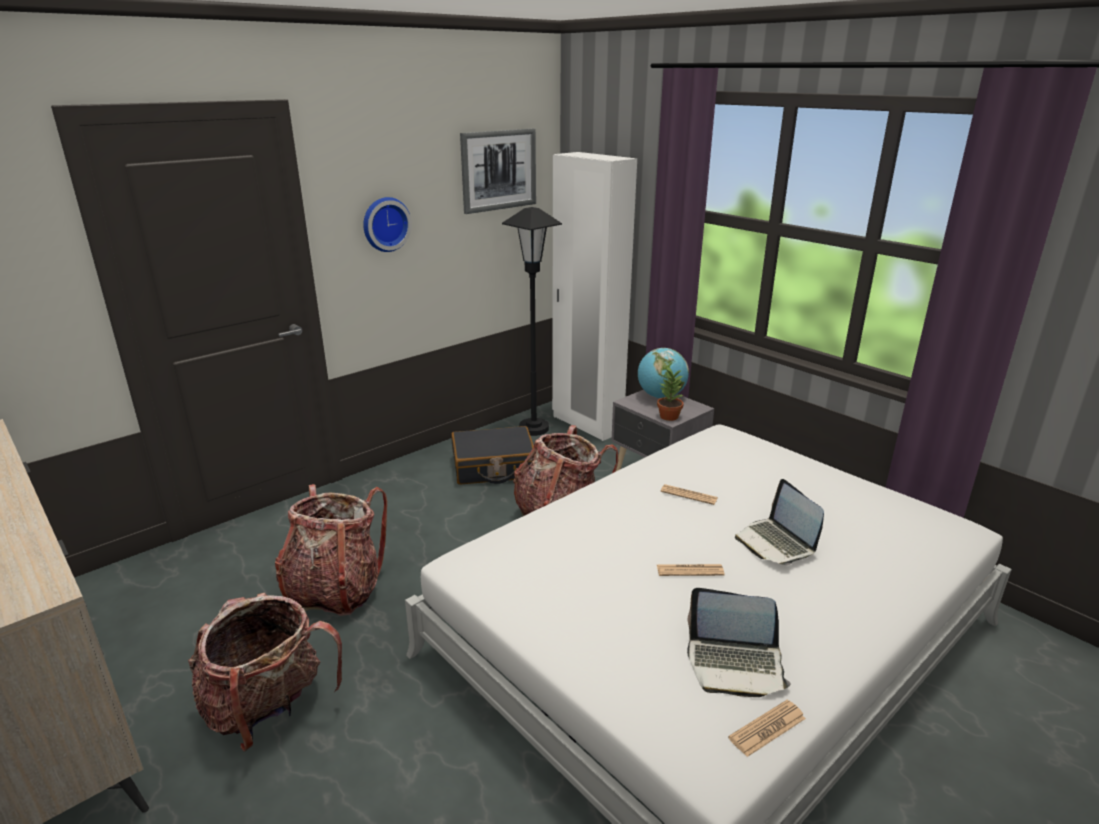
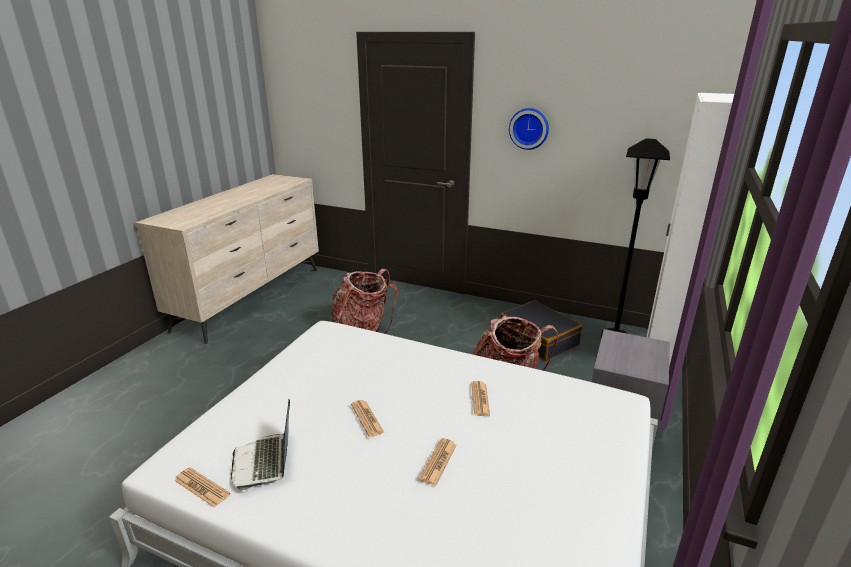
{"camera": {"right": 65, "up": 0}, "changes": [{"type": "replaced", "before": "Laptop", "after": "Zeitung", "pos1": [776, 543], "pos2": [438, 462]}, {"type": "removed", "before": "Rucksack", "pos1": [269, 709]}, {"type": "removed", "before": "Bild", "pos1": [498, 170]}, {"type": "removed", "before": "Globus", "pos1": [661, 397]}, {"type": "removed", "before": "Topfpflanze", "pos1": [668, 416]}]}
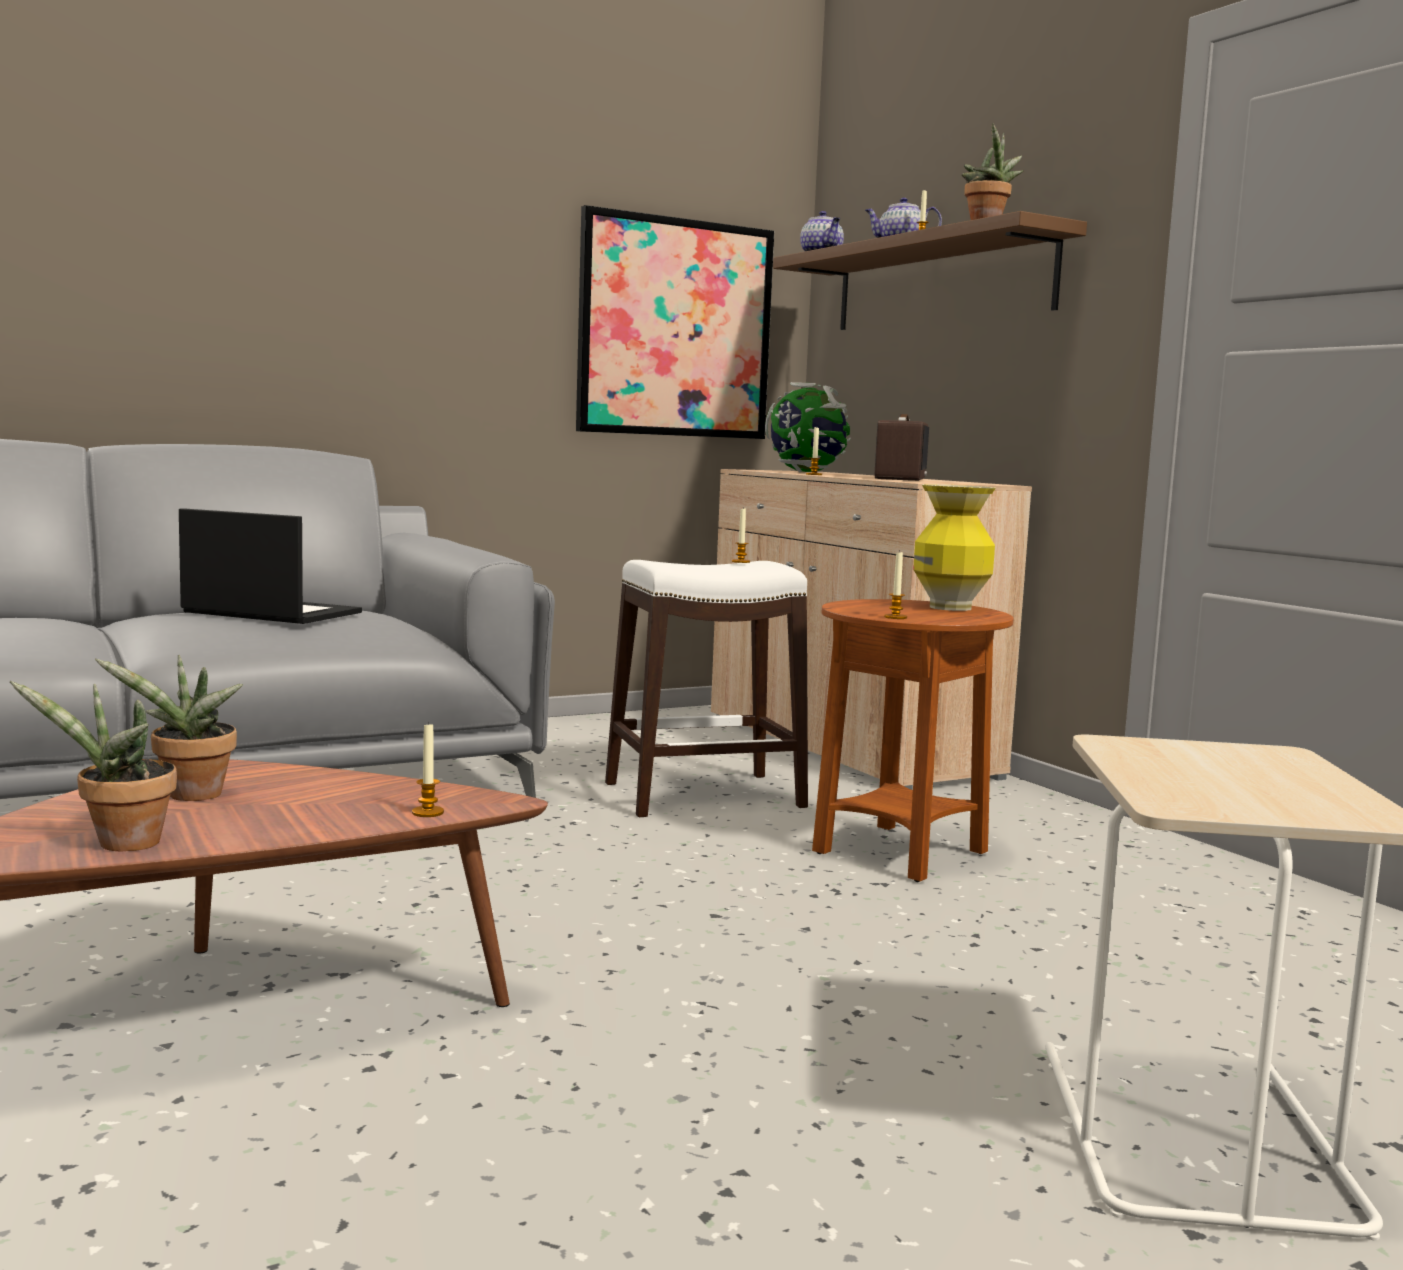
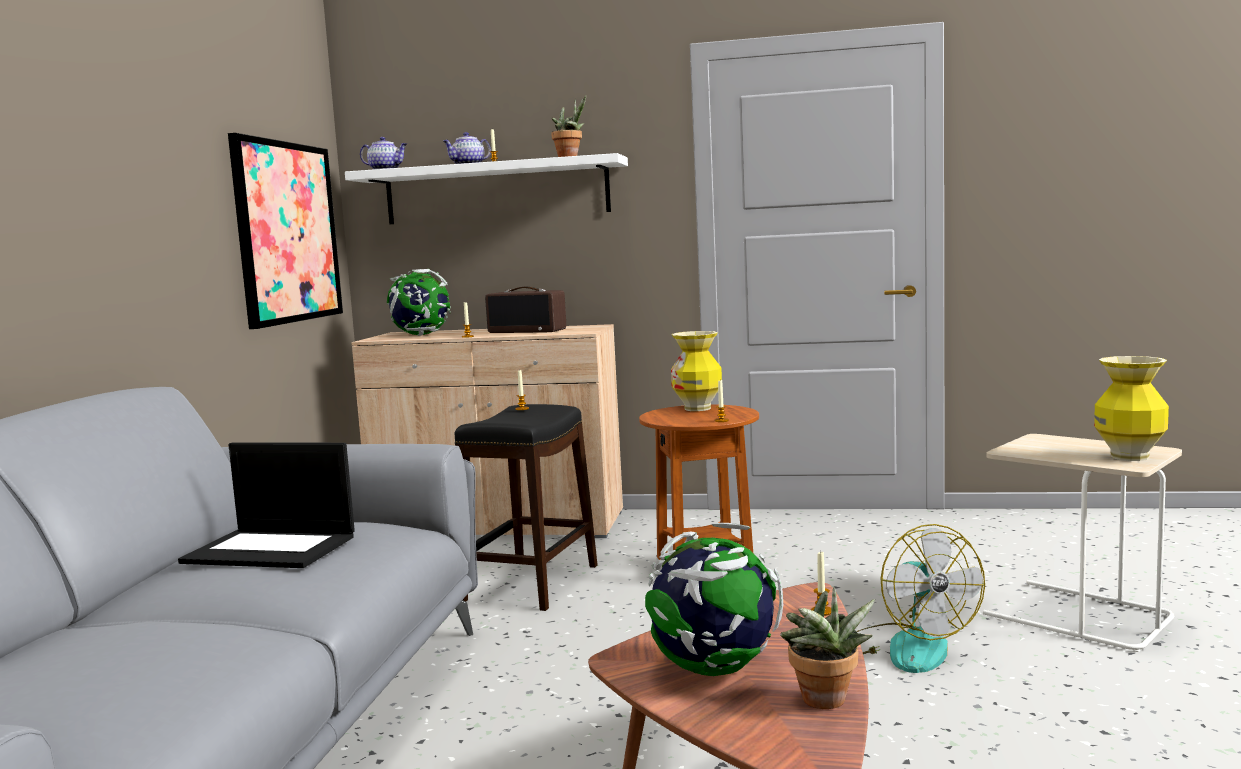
{"camera": {"right": -50, "up": 0}, "changes": [{"type": "turned", "before": "Laptop", "pos1": [269, 613], "pos2": [273, 549], "turn": -135}, {"type": "recoloured", "before": "Wandregal (braun)", "after": "Wandregal (weiß)", "pos1": [940, 283], "pos2": [496, 192]}, {"type": "recoloured", "before": "Hocker (weiß)", "after": "Hocker (schwarz)", "pos1": [703, 795], "pos2": [530, 583]}, {"type": "turned", "before": "Radio", "pos1": [899, 479], "pos2": [528, 331], "turn": 150}, {"type": "replaced", "before": "Topfpflanze", "after": "Globus", "pos1": [189, 797], "pos2": [714, 670]}, {"type": "added", "after": "Ventilator", "pos2": [907, 647]}, {"type": "added", "after": "Vase", "pos2": [1129, 457]}]}
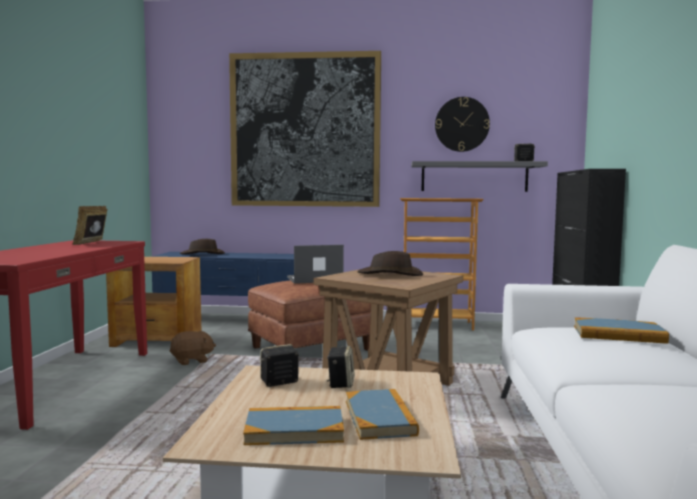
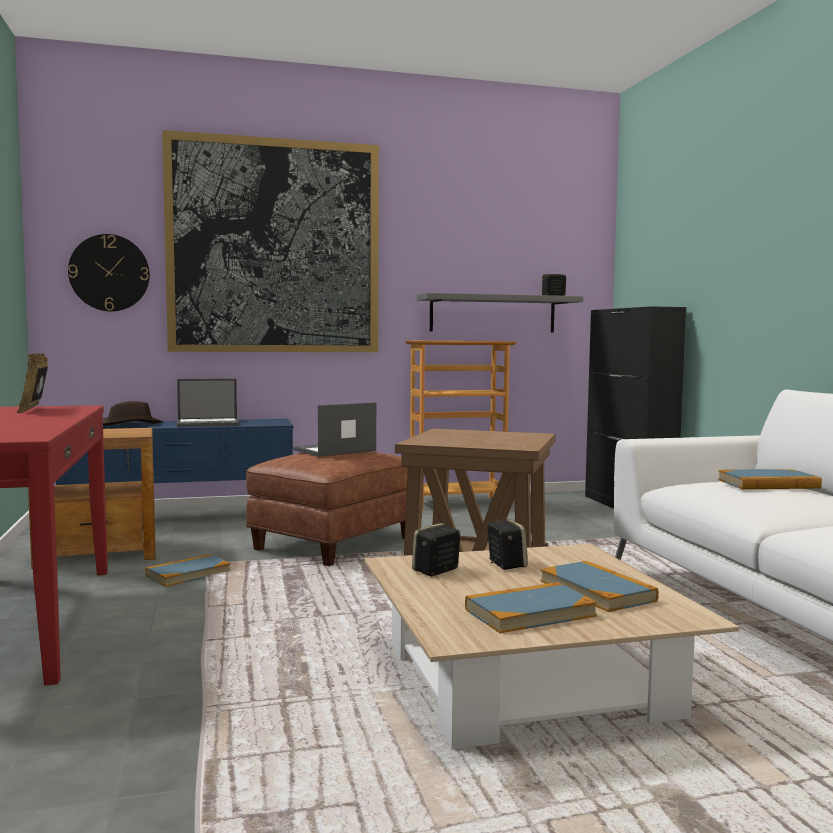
{"camera": {"right": -20, "up": 0}, "changes": [{"type": "moved", "before": "Wanduhr", "pos1": [462, 124], "pos2": [109, 273]}, {"type": "replaced", "before": "Plüschtier (braun)", "after": "Buch", "pos1": [192, 361], "pos2": [188, 574]}, {"type": "added", "after": "Laptop", "pos2": [209, 423]}, {"type": "removed", "before": "Hut (braun)", "pos1": [390, 274]}]}
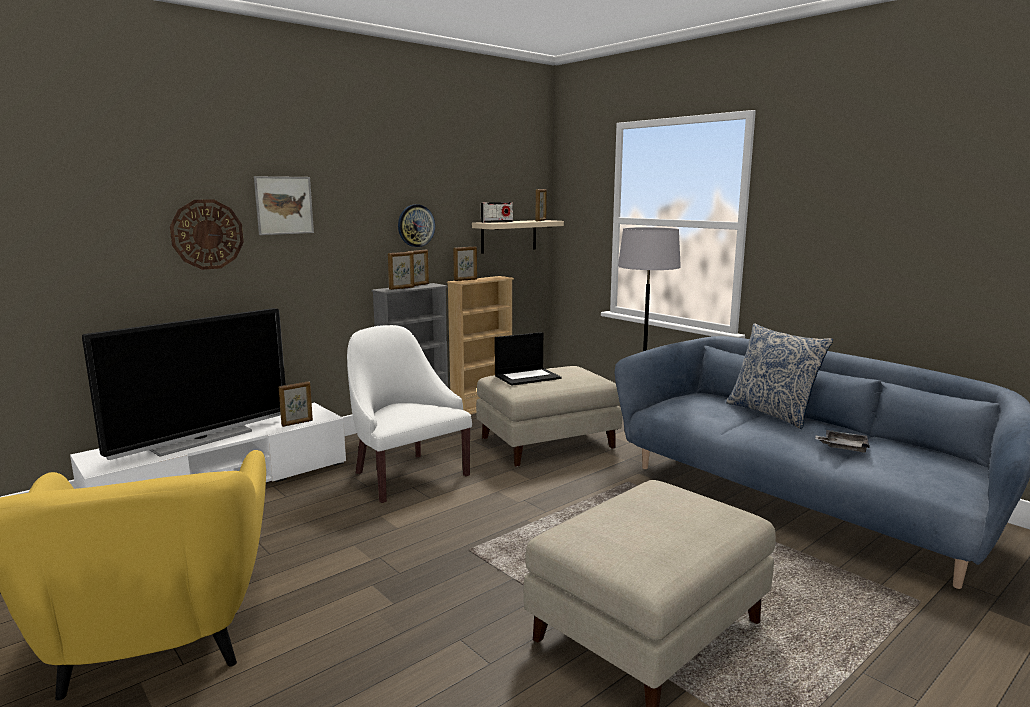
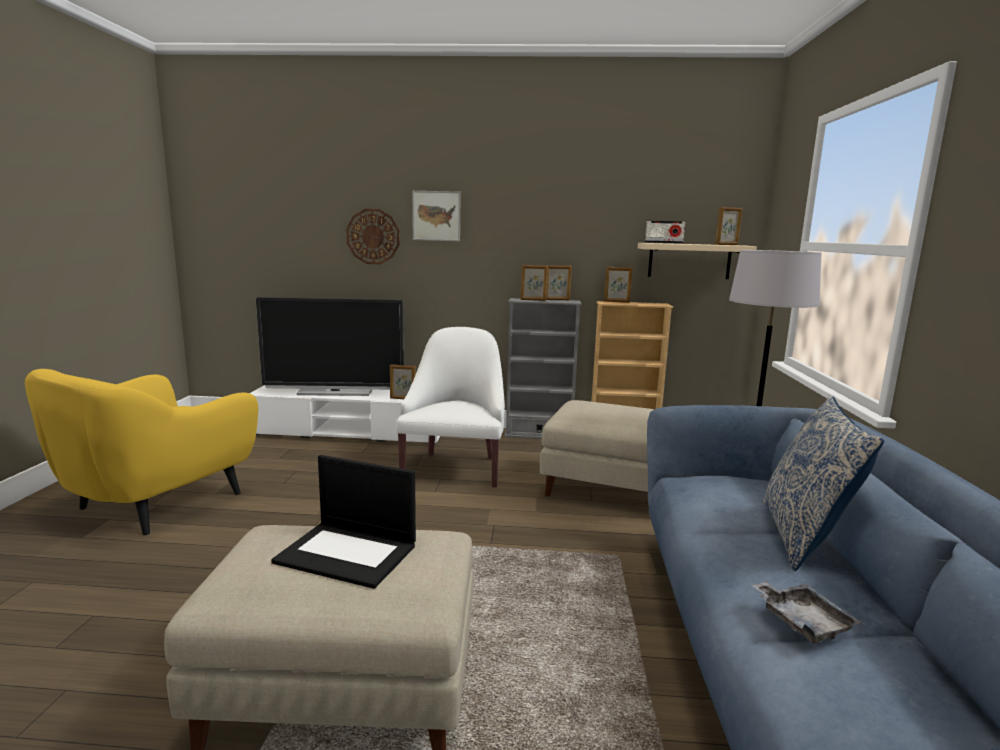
{"camera": {"right": 45, "up": 0}, "changes": [{"type": "moved", "before": "Laptop", "pos1": [527, 377], "pos2": [348, 553]}, {"type": "removed", "before": "Wanduhr", "pos1": [416, 225]}]}
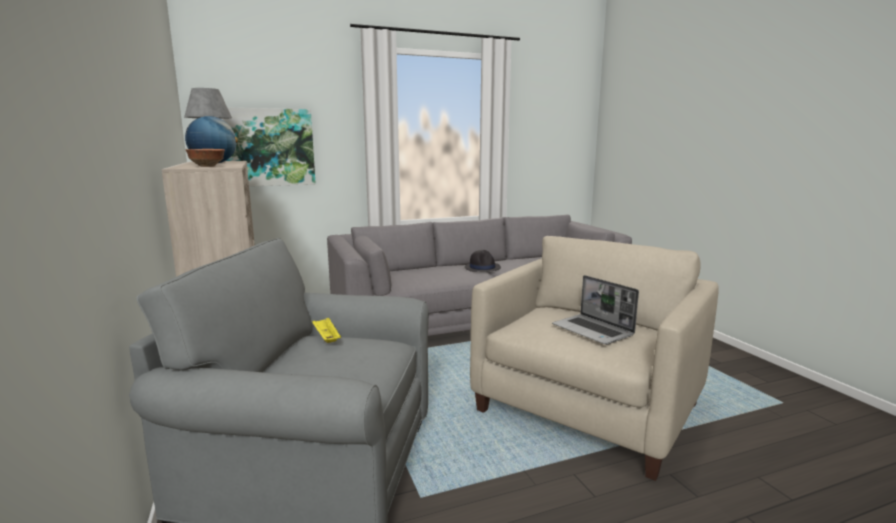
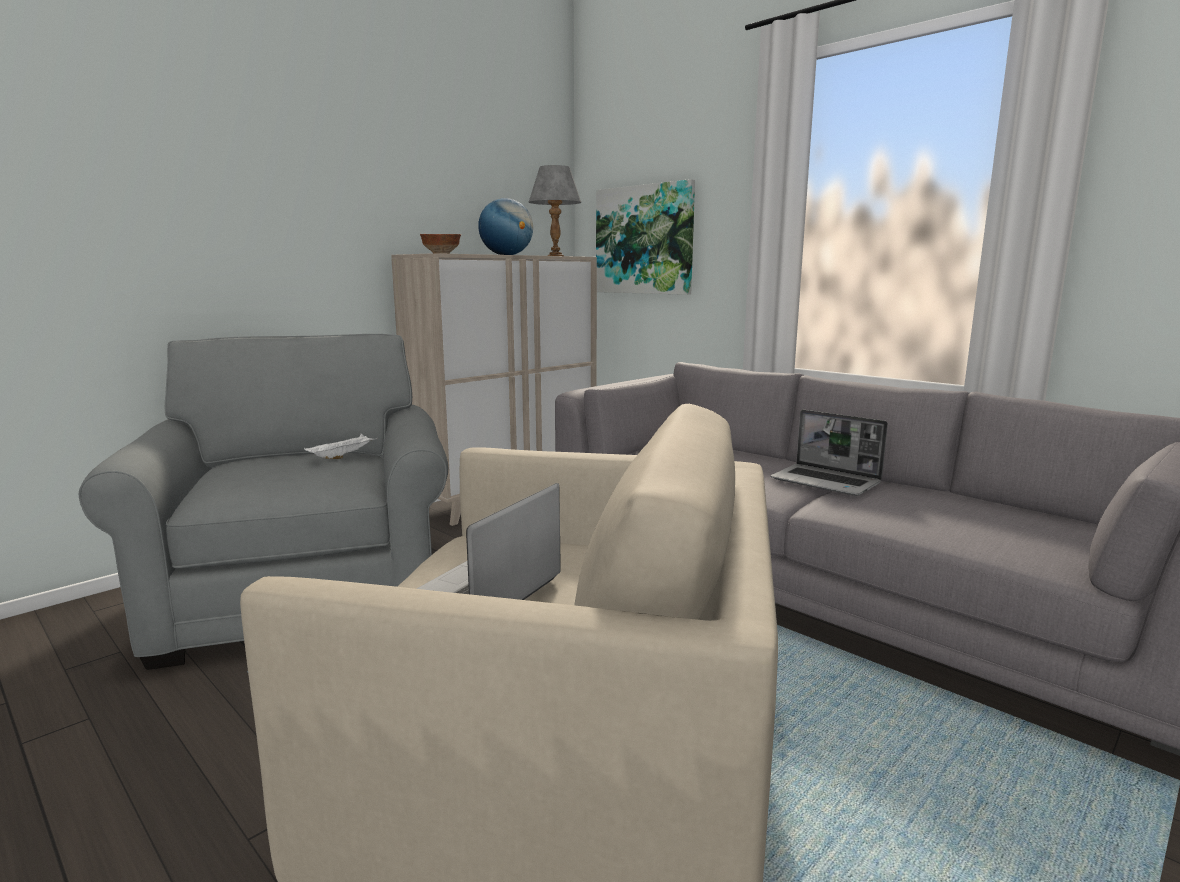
{"camera": {"right": 65, "up": 0}, "changes": [{"type": "recoloured", "before": "Tablett (gelb)", "after": "Tablett (weiß)", "pos1": [326, 338], "pos2": [343, 456]}, {"type": "replaced", "before": "Hut (schwarz)", "after": "Laptop", "pos1": [482, 268], "pos2": [827, 482]}]}
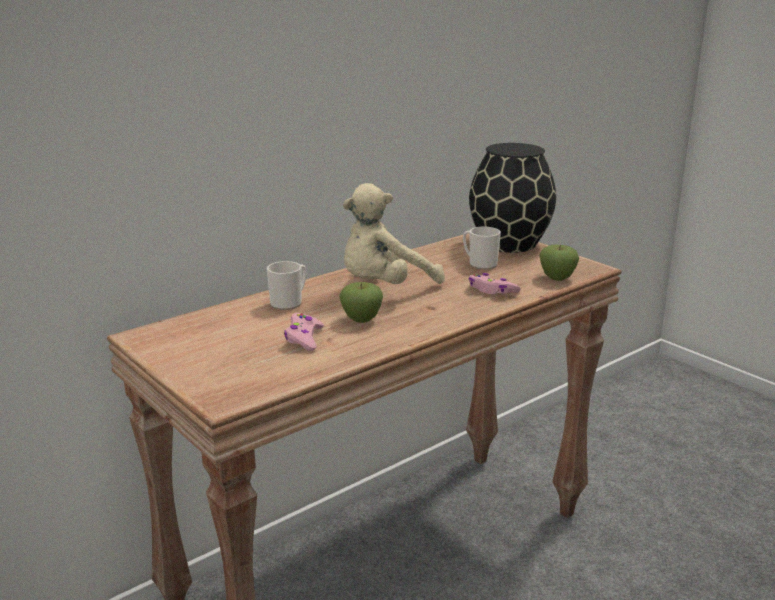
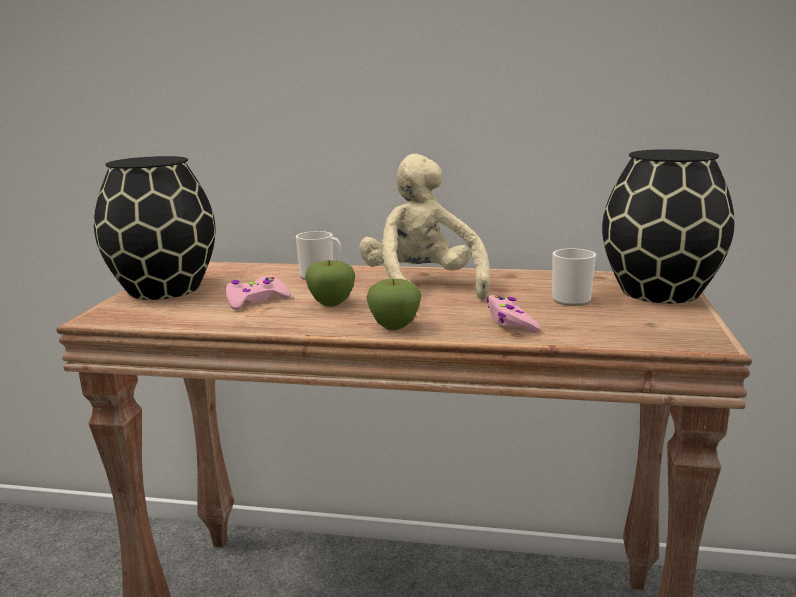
{"camera": {"right": 50, "up": -5}, "changes": [{"type": "added", "after": "Vase (schwarz)", "pos2": [163, 288]}, {"type": "turned", "before": "Plüschtier (beige)", "pos1": [384, 287], "pos2": [422, 288], "turn": 60}, {"type": "moved", "before": "Apfel", "pos1": [557, 278], "pos2": [395, 326]}]}
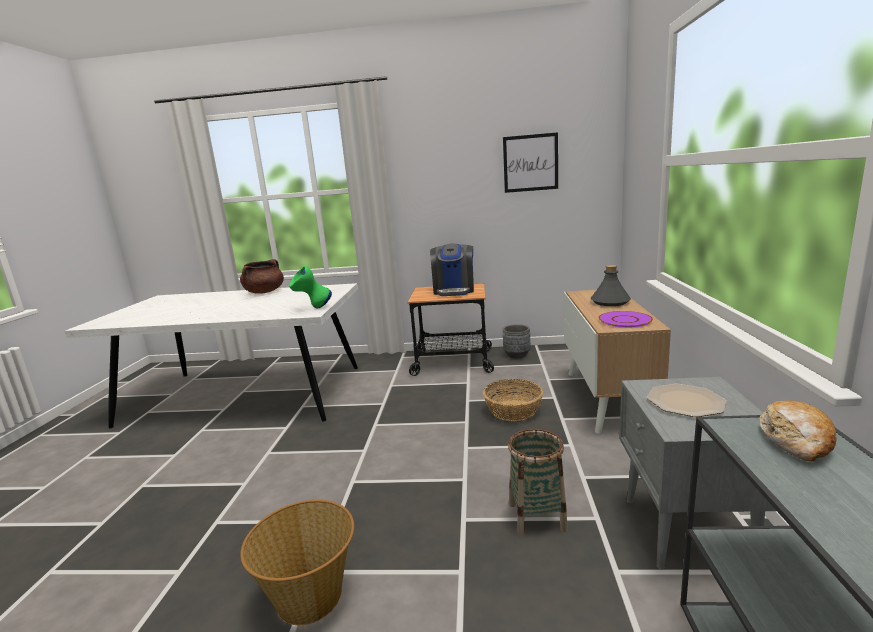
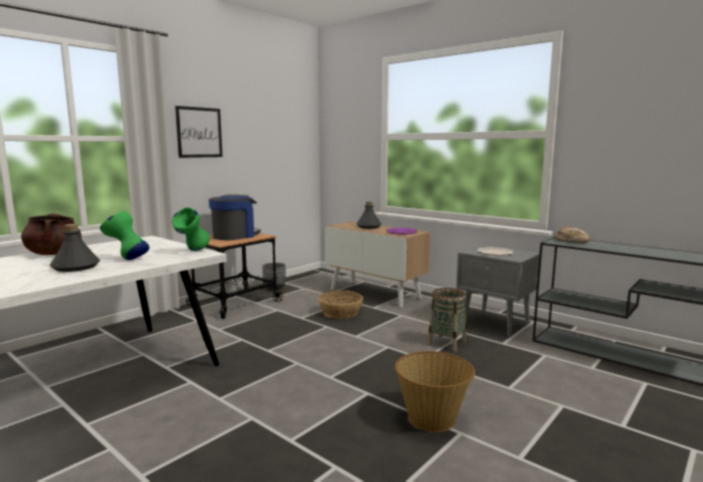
{"camera": {"right": -55, "up": -5}, "changes": [{"type": "added", "after": "Flasche (grau)", "pos2": [76, 267]}, {"type": "added", "after": "Vase (grün)", "pos2": [126, 259]}, {"type": "moved", "before": "Bild", "pos1": [530, 163], "pos2": [199, 132]}, {"type": "turned", "before": "Kaffeemaschine", "pos1": [454, 290], "pos2": [235, 236], "turn": -90}]}
